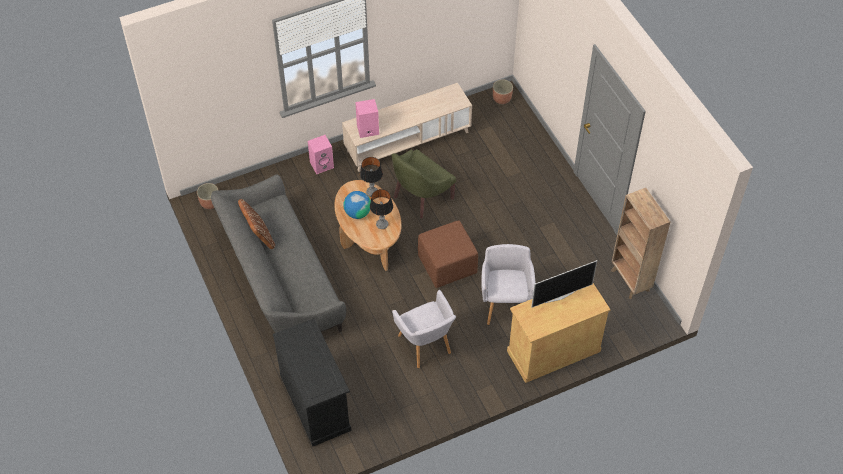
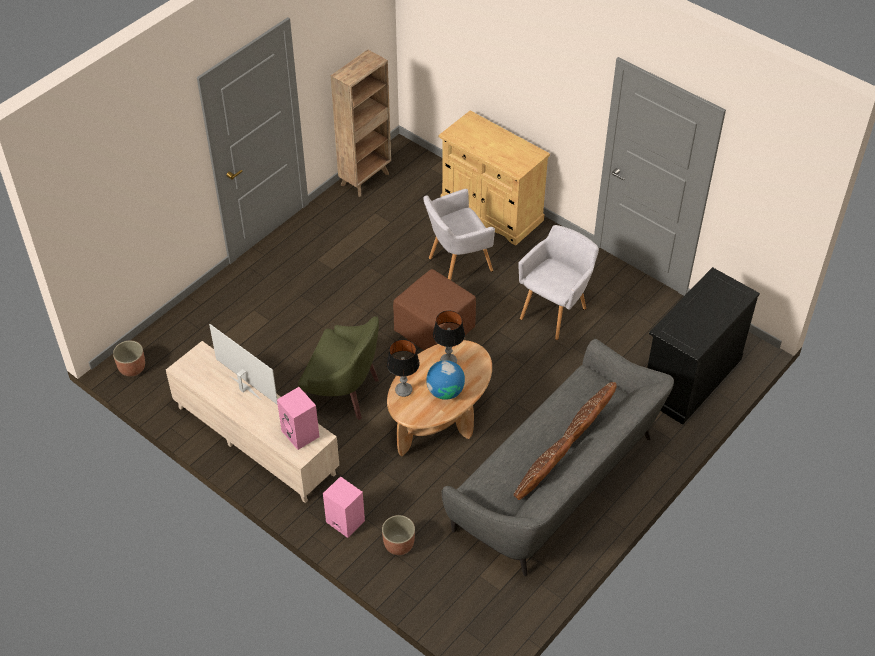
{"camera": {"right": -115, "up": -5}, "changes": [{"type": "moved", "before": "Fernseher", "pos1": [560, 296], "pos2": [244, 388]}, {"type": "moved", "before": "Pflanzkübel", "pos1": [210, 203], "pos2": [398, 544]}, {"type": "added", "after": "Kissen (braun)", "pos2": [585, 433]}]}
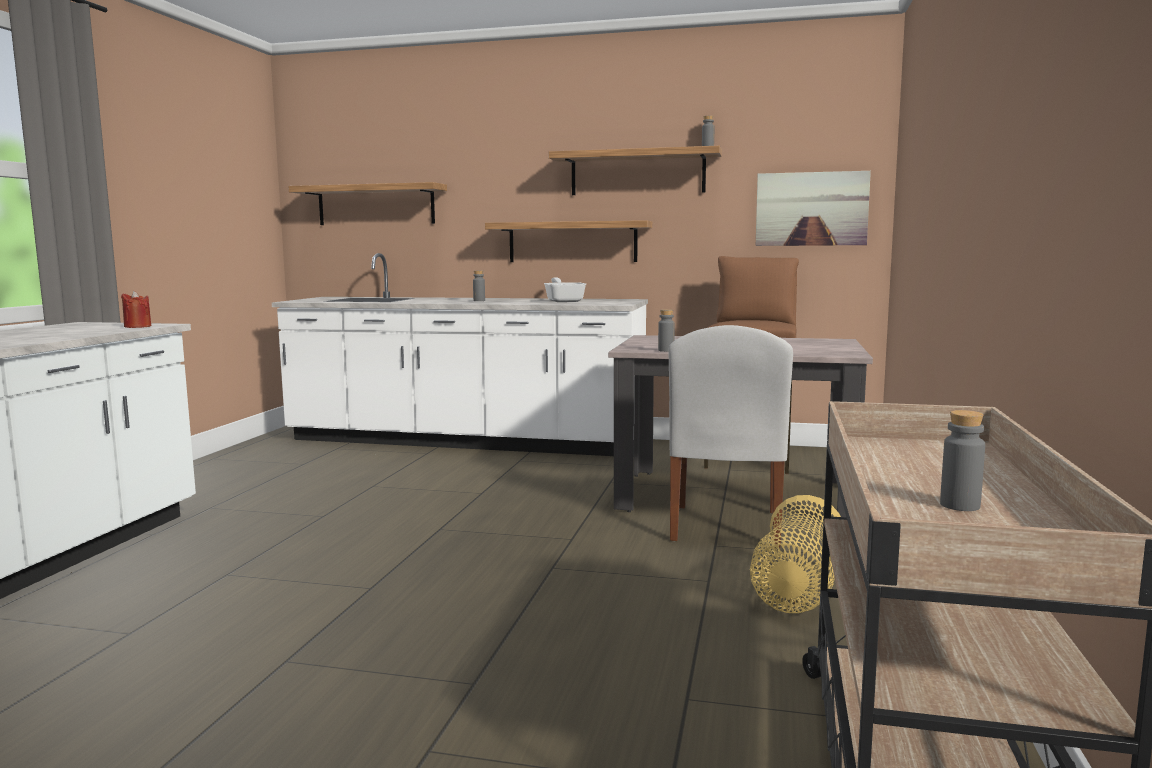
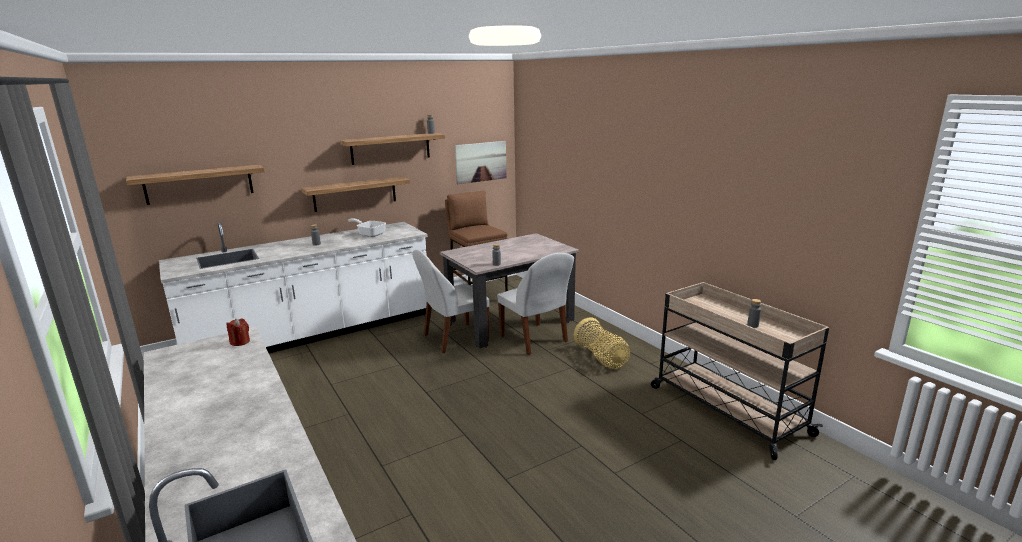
{"camera": {"right": -45, "up": 10}, "changes": [{"type": "added", "after": "Stuhl (weiß)", "pos2": [453, 338]}]}
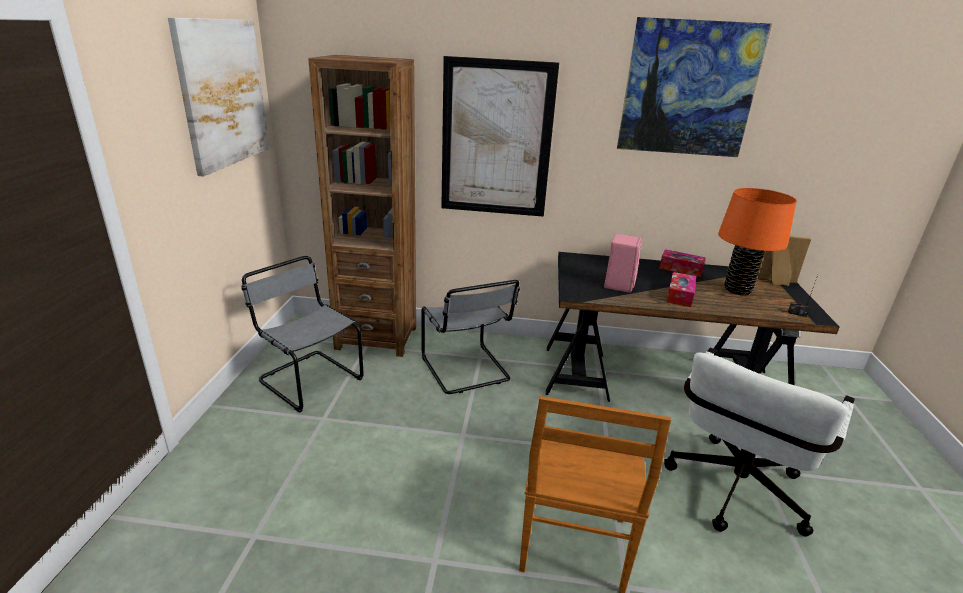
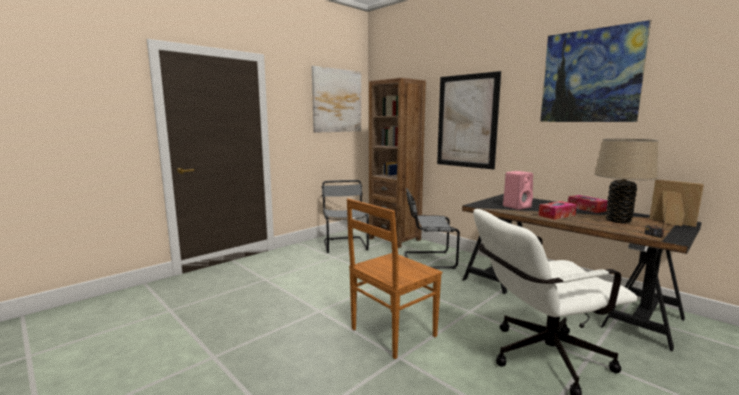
{"camera": {"right": 40, "up": -15}, "changes": [{"type": "turned", "before": "Stuhl (grau)", "pos1": [466, 370], "pos2": [426, 260], "turn": 75}, {"type": "recoloured", "before": "Tischlampe (orange)", "after": "Tischlampe (beige)", "pos1": [737, 290], "pos2": [618, 220]}]}
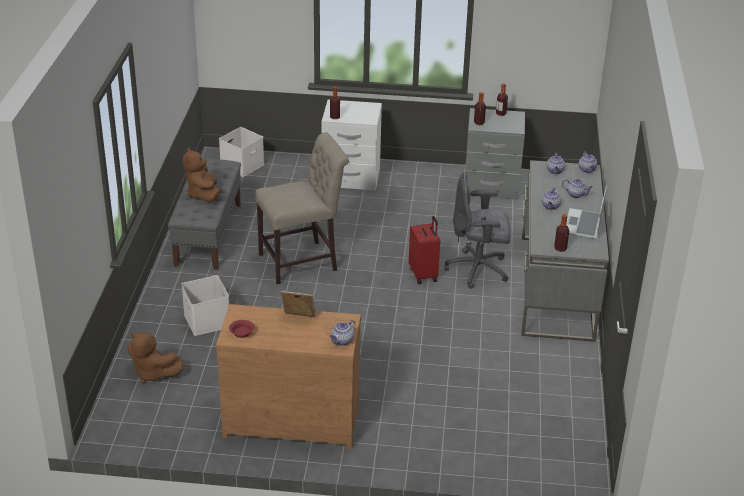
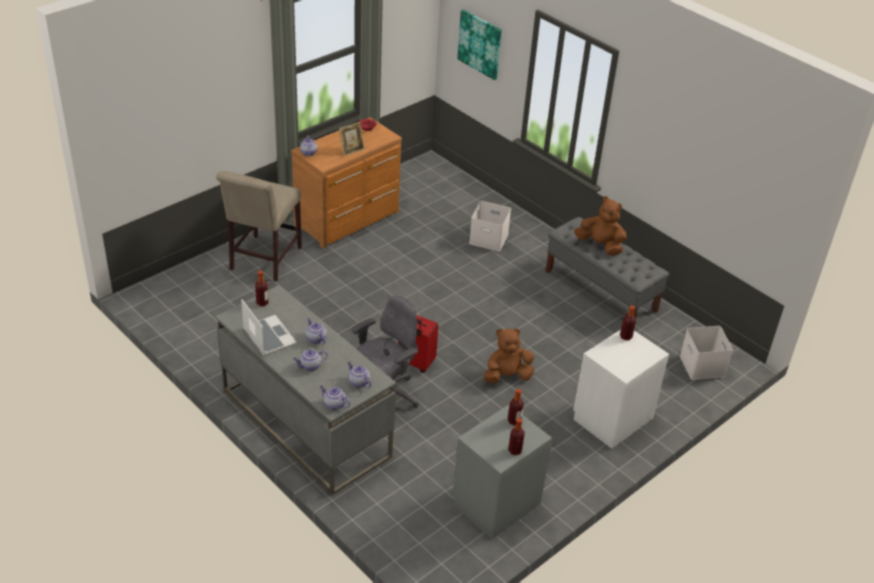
{"camera": {"right": 130, "up": 5}, "changes": [{"type": "moved", "before": "Stuhl (beige)", "pos1": [302, 261], "pos2": [263, 260]}, {"type": "added", "after": "Bild", "pos2": [480, 44]}, {"type": "moved", "before": "Plüschtier (braun)", "pos1": [153, 373], "pos2": [507, 376]}]}
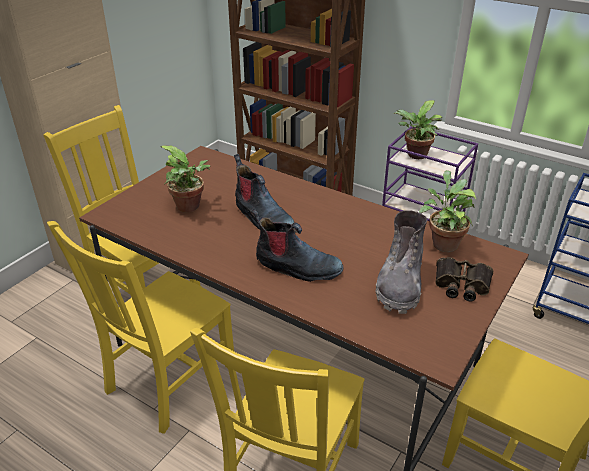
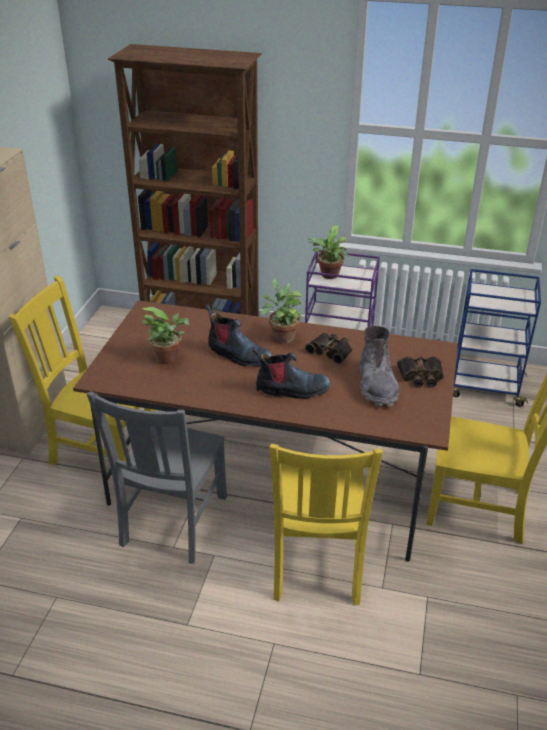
{"camera": {"right": -20, "up": 0}, "changes": [{"type": "recoloured", "before": "Stuhl (gelb)", "after": "Stuhl (grau)", "pos1": [167, 382], "pos2": [172, 523]}, {"type": "moved", "before": "Topfpflanze", "pos1": [443, 243], "pos2": [282, 336]}, {"type": "added", "after": "Fernglas", "pos2": [331, 351]}]}
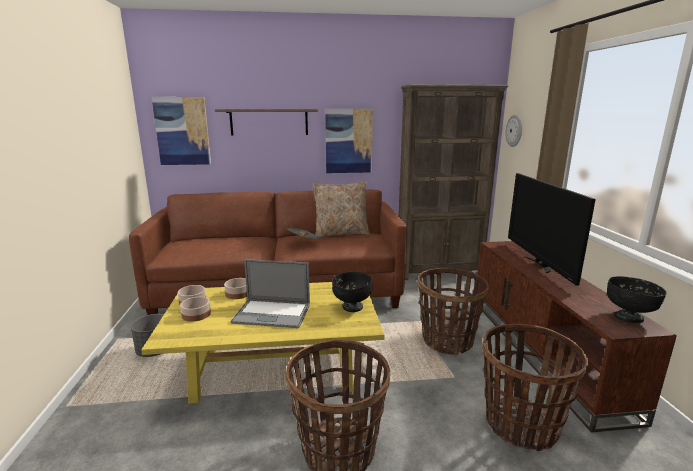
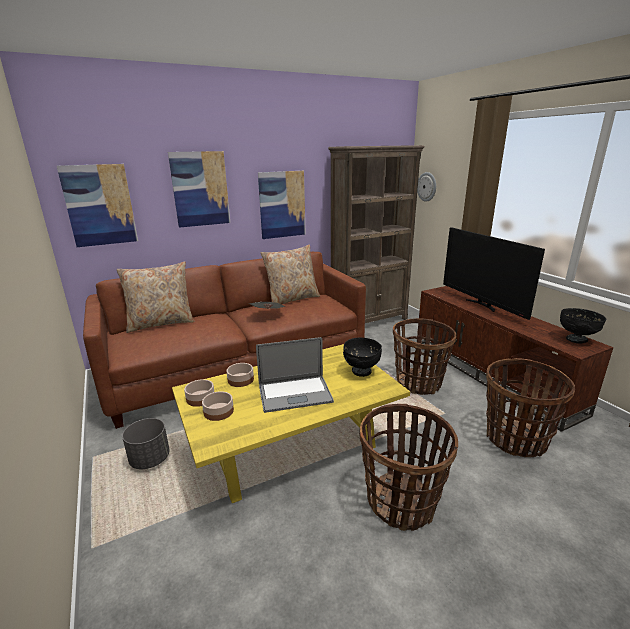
{"camera": {"right": -20, "up": 5}, "changes": [{"type": "added", "after": "Kissen (beige)", "pos2": [161, 323]}, {"type": "replaced", "before": "Wandregal", "after": "Bild", "pos1": [269, 122], "pos2": [200, 189]}]}
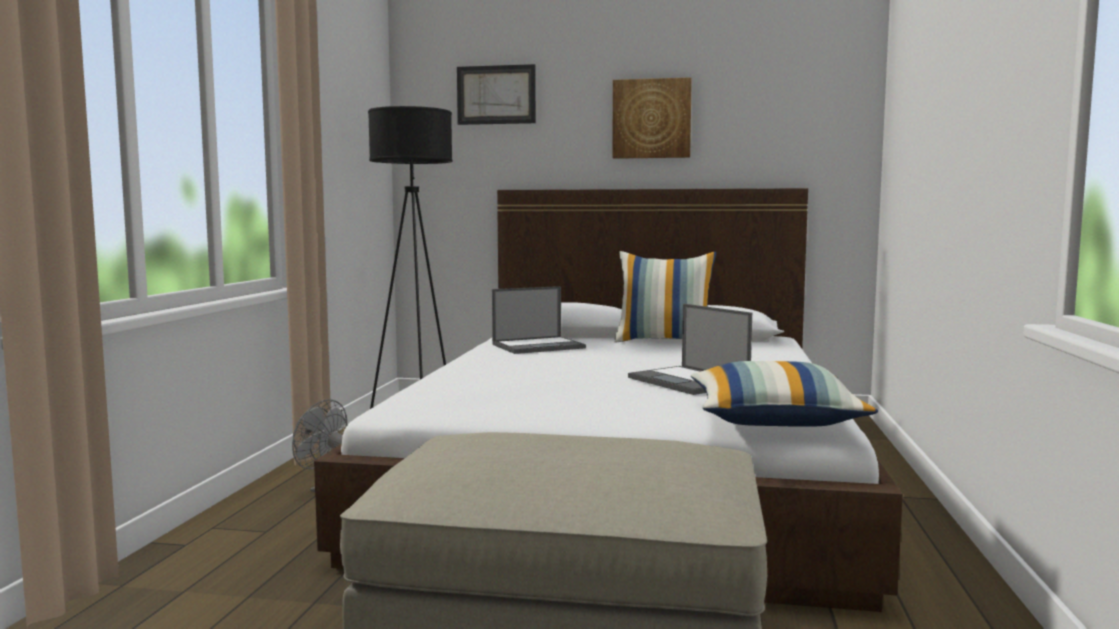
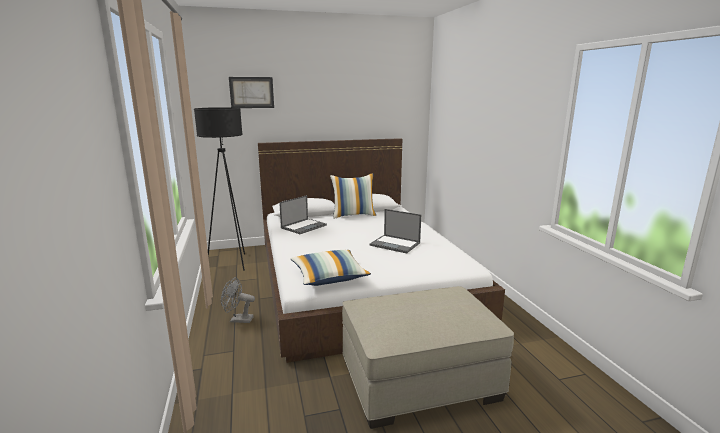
{"camera": {"right": -25, "up": 10}, "changes": [{"type": "moved", "before": "Kissen", "pos1": [774, 420], "pos2": [329, 277]}, {"type": "removed", "before": "Bild", "pos1": [651, 119]}]}
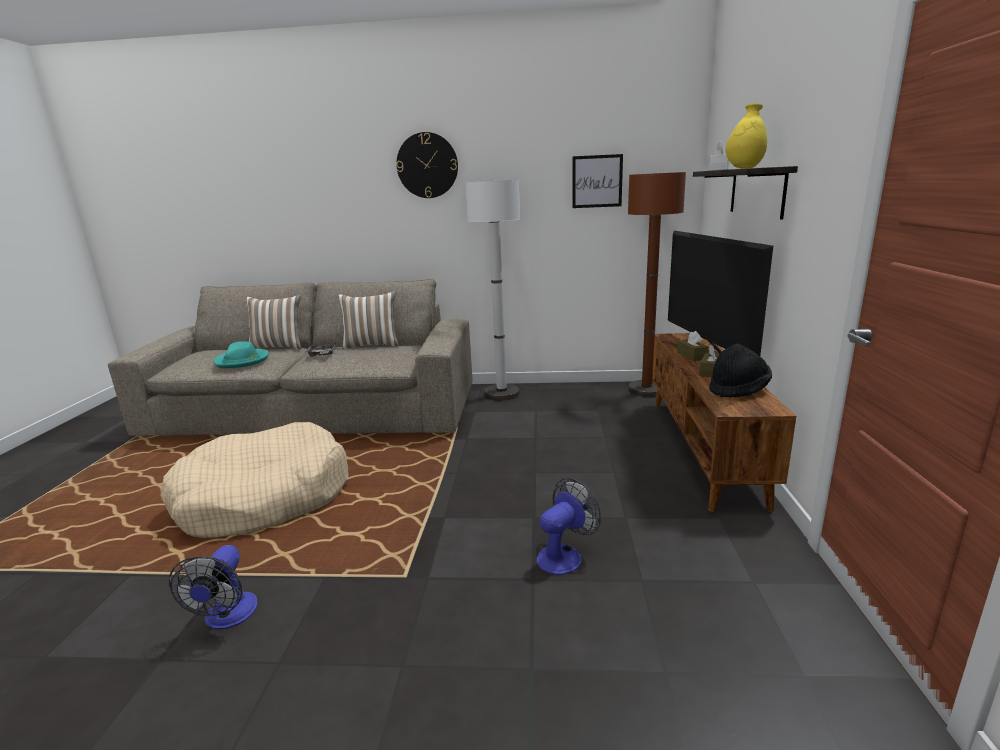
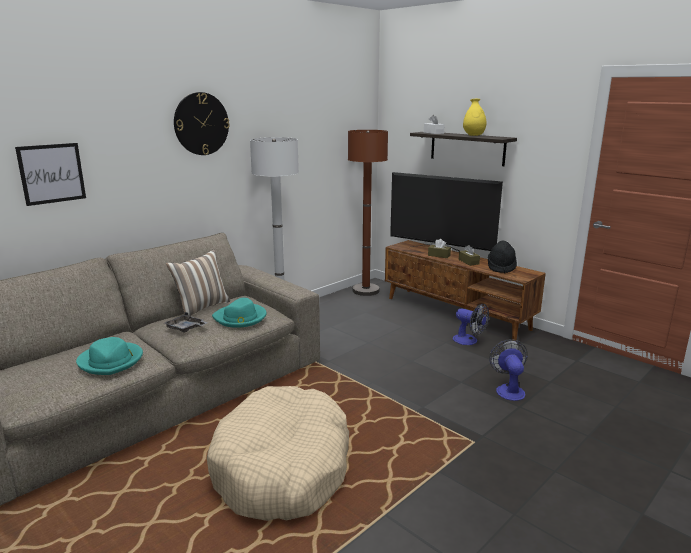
{"camera": {"right": -50, "up": 0}, "changes": [{"type": "moved", "before": "Bild", "pos1": [597, 181], "pos2": [52, 173]}, {"type": "added", "after": "Hut (türkis)", "pos2": [240, 318]}, {"type": "moved", "before": "Ventilator", "pos1": [227, 618], "pos2": [469, 341]}, {"type": "removed", "before": "Kissen", "pos1": [279, 347]}]}
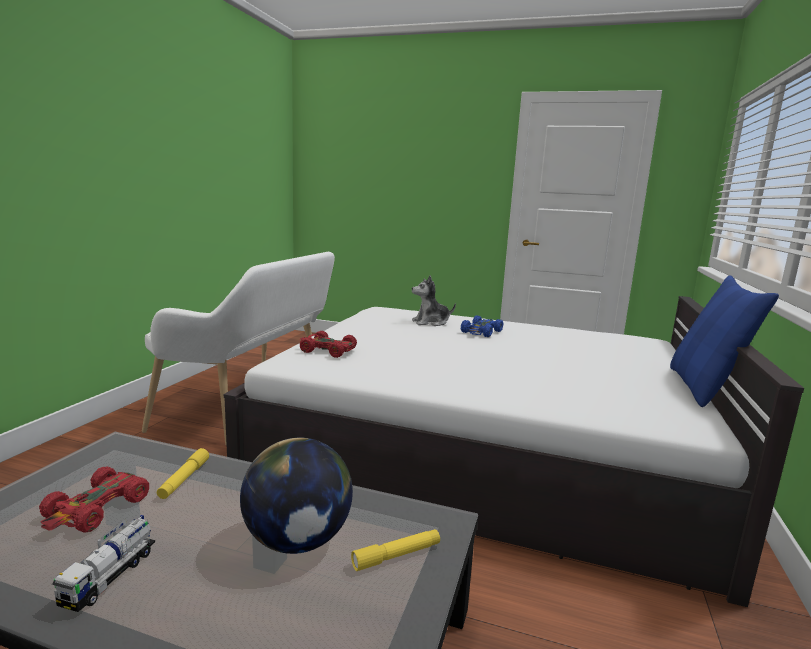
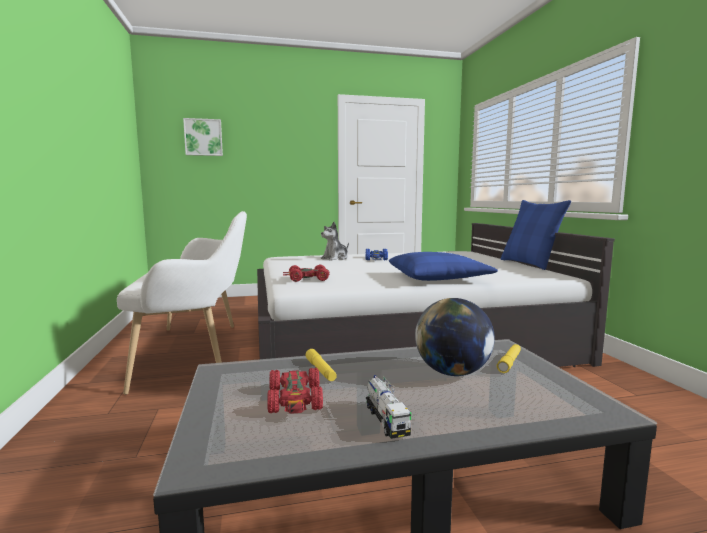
{"camera": {"right": -30, "up": -5}, "changes": [{"type": "added", "after": "Bild", "pos2": [203, 137]}, {"type": "added", "after": "Kissen (blau)", "pos2": [438, 278]}]}
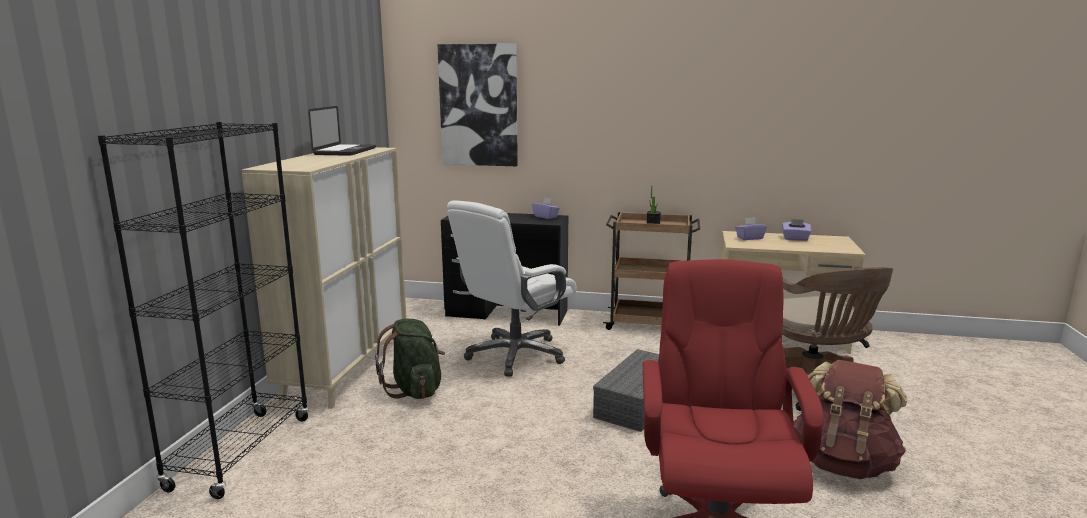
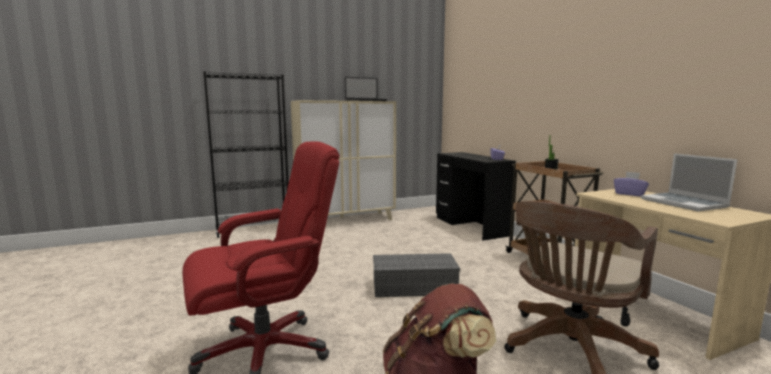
{"camera": {"right": 55, "up": -5}, "changes": [{"type": "replaced", "before": "Taschentuchbox (lila)", "after": "Laptop", "pos1": [795, 239], "pos2": [684, 203]}, {"type": "removed", "before": "Rucksack (grün)", "pos1": [415, 390]}, {"type": "removed", "before": "Bild", "pos1": [479, 105]}, {"type": "removed", "before": "Bürostuhl (weiß)", "pos1": [515, 355]}]}
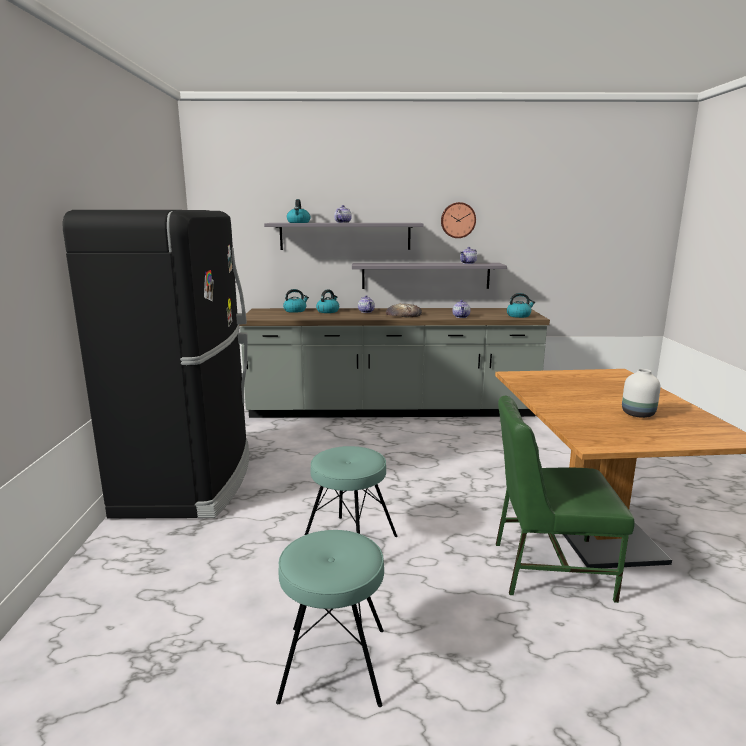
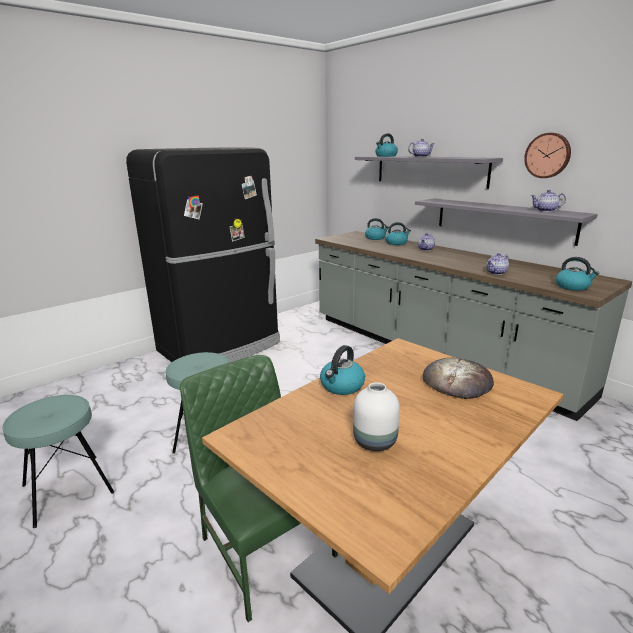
{"camera": {"right": 50, "up": 5}, "changes": [{"type": "added", "after": "Wasserkessel", "pos2": [342, 386]}, {"type": "moved", "before": "Brot", "pos1": [403, 314], "pos2": [457, 381]}]}
